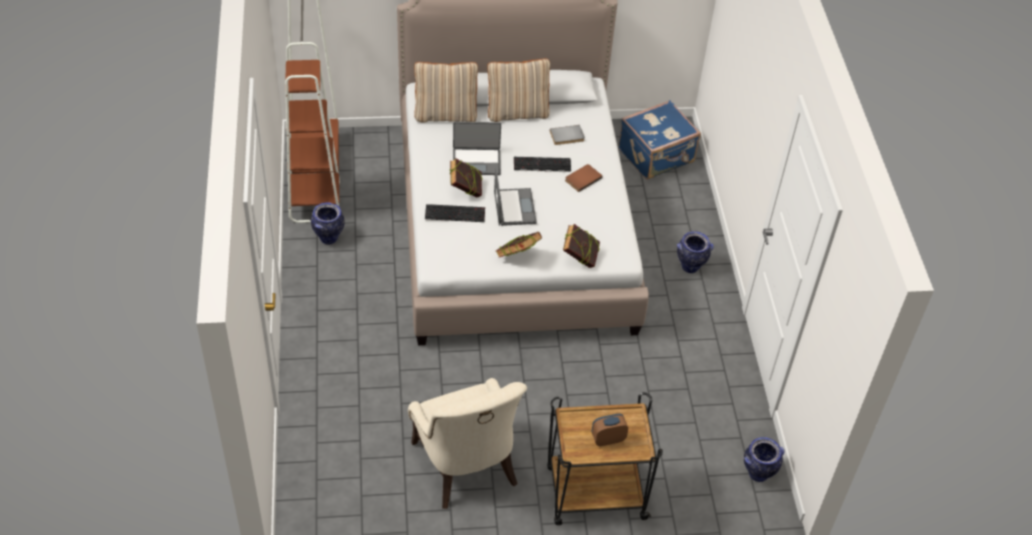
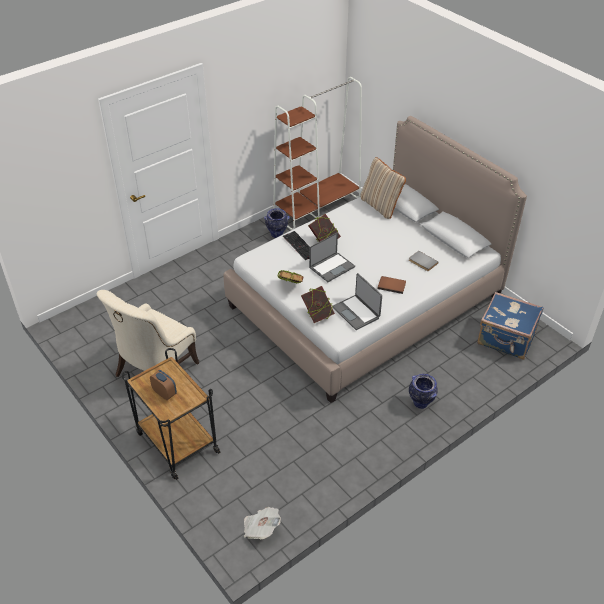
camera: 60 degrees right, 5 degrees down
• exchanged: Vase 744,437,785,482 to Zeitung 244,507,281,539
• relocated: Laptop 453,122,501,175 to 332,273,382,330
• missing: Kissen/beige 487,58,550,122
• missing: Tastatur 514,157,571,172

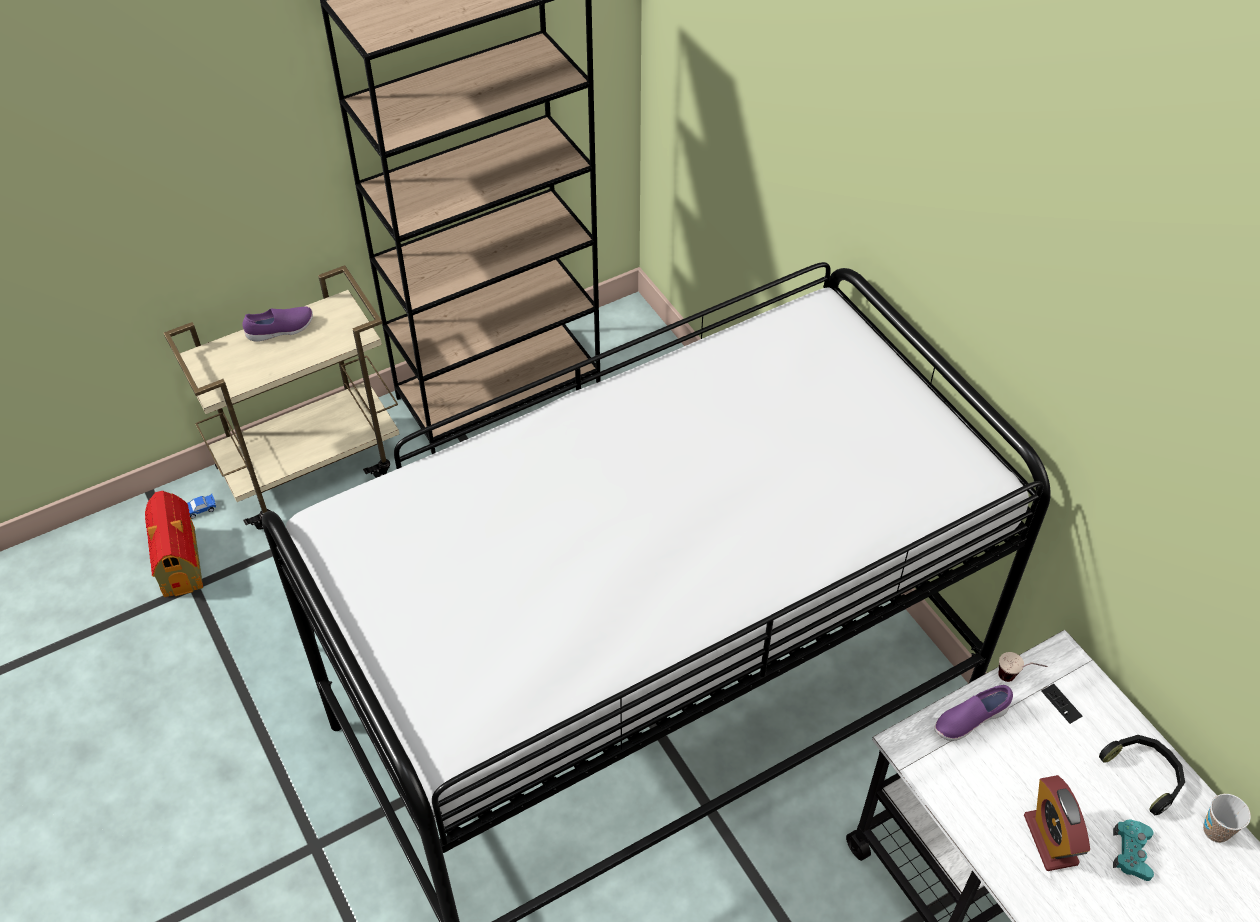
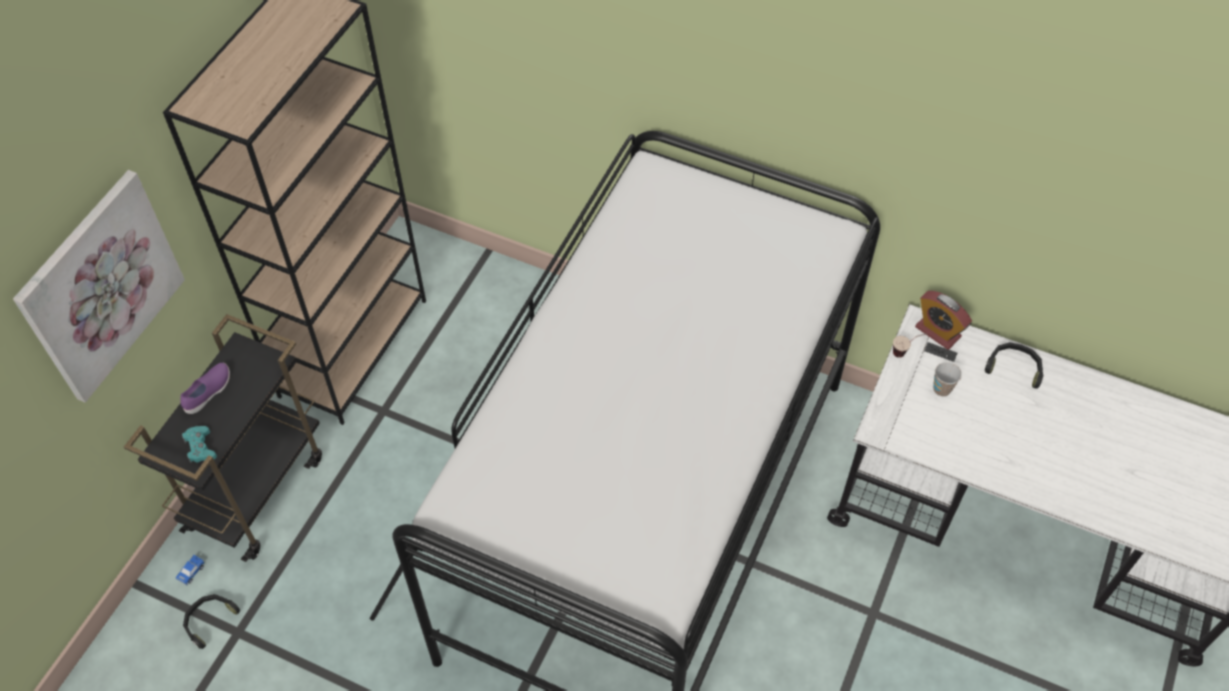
camera: 35 degrees left, 5 degrees up
• appeared: Bild 13,170,185,403
• colour: Rollwagen/beige 164,265,399,530 to Rollwagen/schwarz 124,314,322,562
• relocated: Gamepad/türkis 1113,819,1154,881 to 182,426,217,463
• exchanged: Spielzeughaus 145,491,203,597 to Kopfhörer/schwarz 183,594,240,649
• relocated: Wecker 1024,775,1090,871 to 915,291,972,350
• relocated: Tasse 1203,794,1251,843 to 933,362,962,396
• missing: Schuh/lila 934,685,1013,741

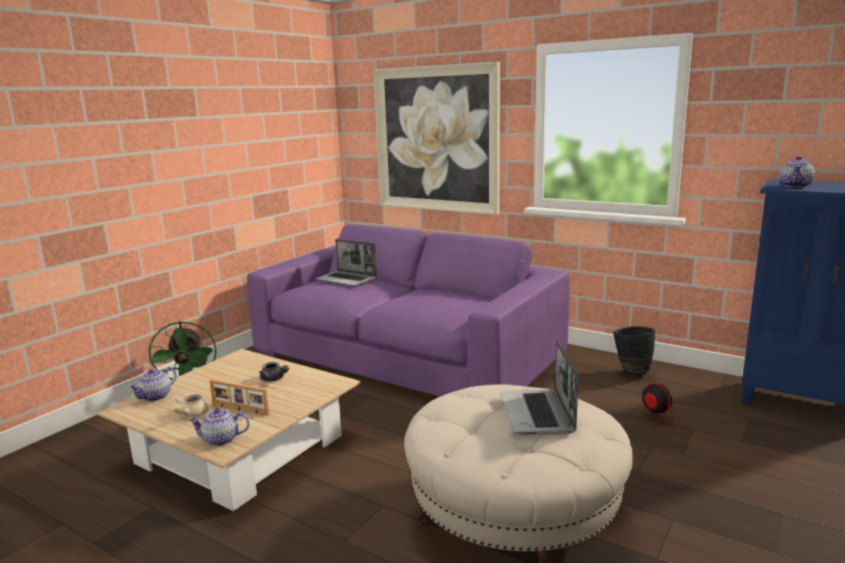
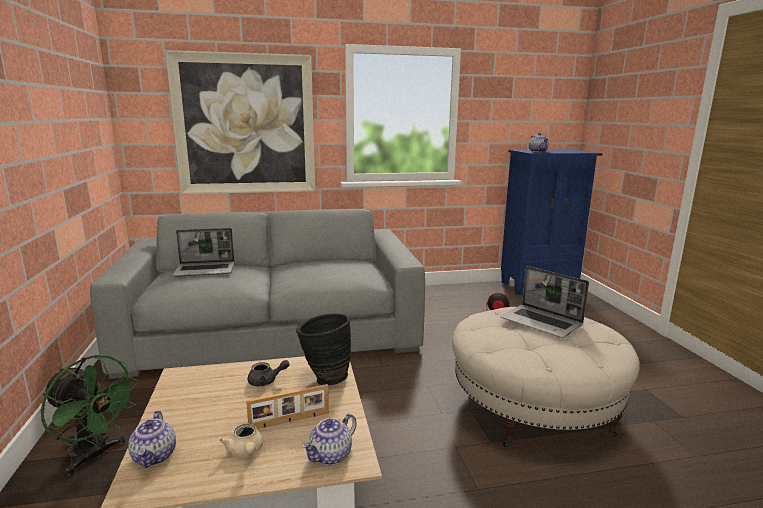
camera: 45 degrees left, 0 degrees up
• colour: Sofa/lila 247,224,570,397 to Sofa/grau 90,209,425,379
• relocated: Vase/schwarz 613,326,655,377 to 296,313,351,386

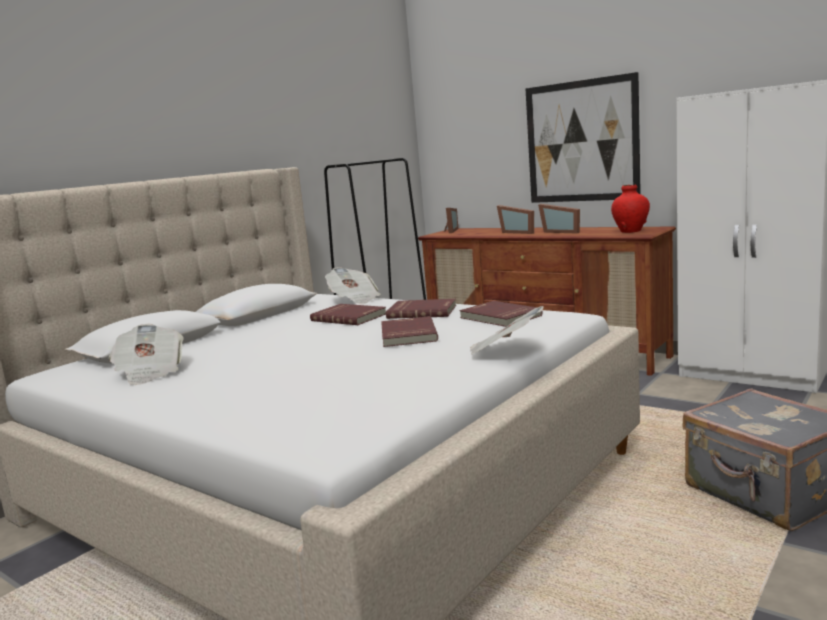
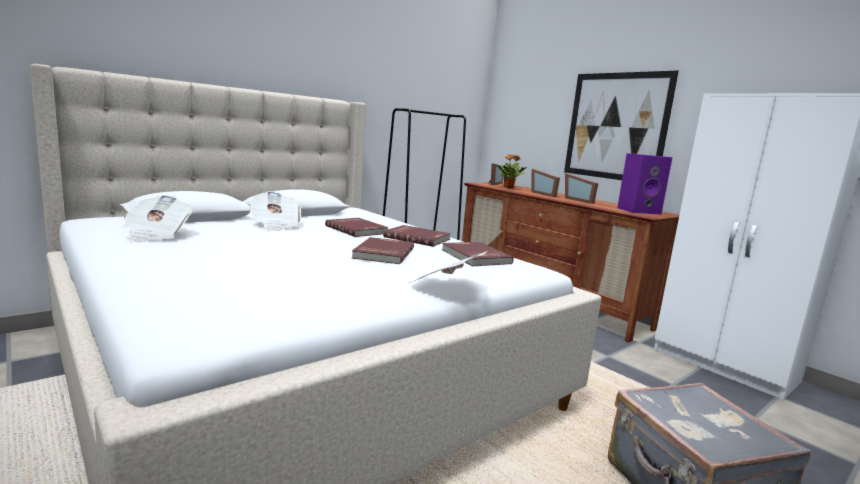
camera: 10 degrees right, 0 degrees up
• relocated: Zeitung 325,267,381,304 to 248,191,301,231
• appeared: Topfpflanze 497,154,527,189
• exchanged: Vase/rot 611,185,650,233 to Lautsprecher/lila 617,153,673,215

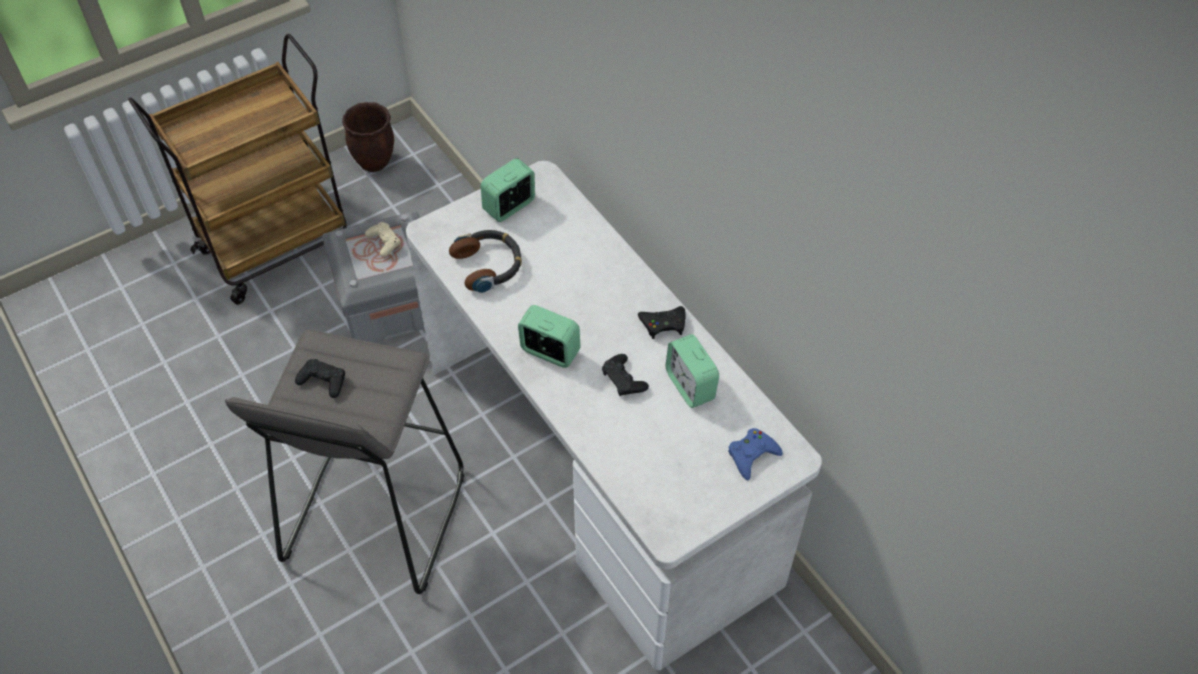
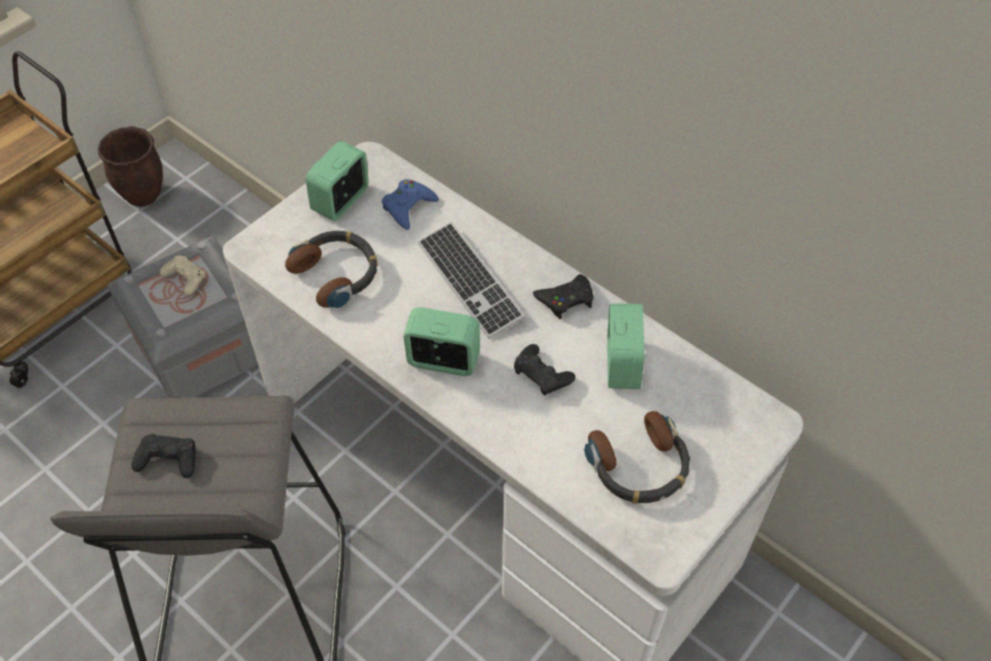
camera: 15 degrees left, 0 degrees up
• relocated: Gamepad/blau 728,428,783,480 to 382,179,439,230
• appeared: Tastatur 418,222,525,339
• appeared: Kopfhörer 584,411,690,504
• spun: Wecker 666,334,719,408 = 607,304,644,389 135 degrees counterclockwise

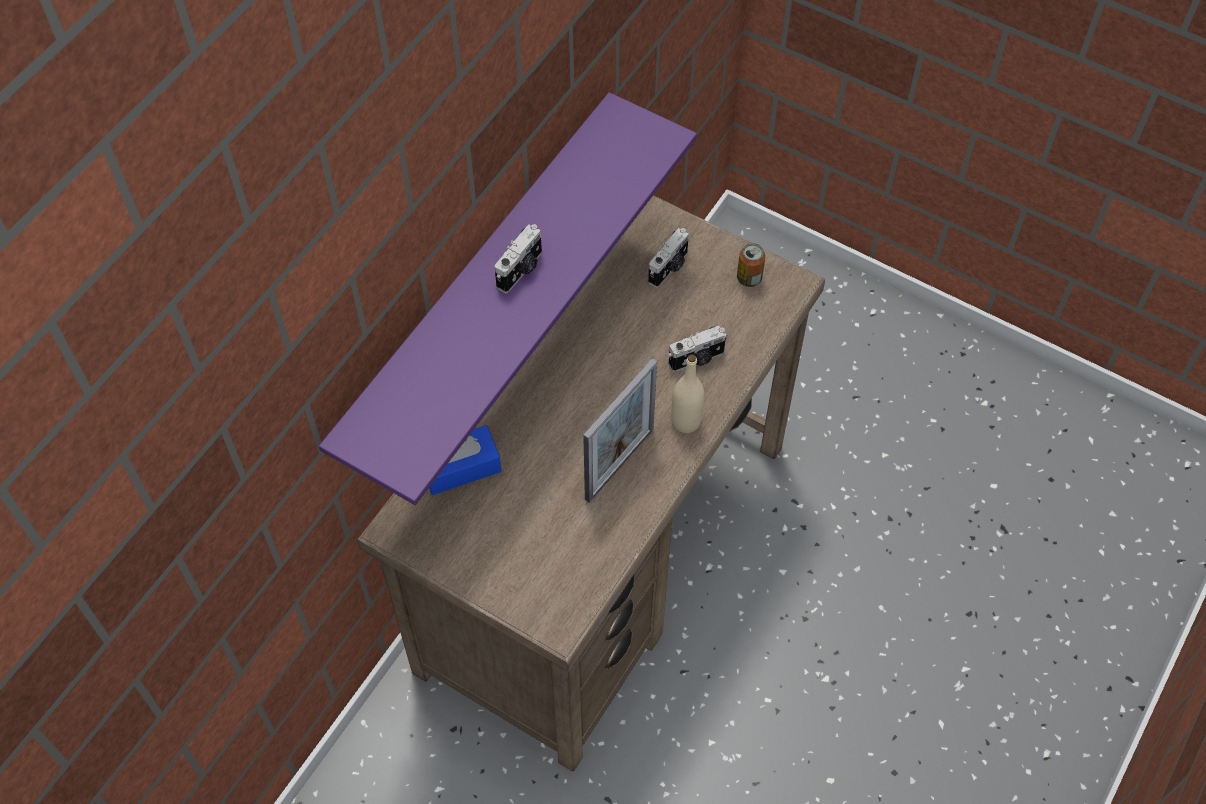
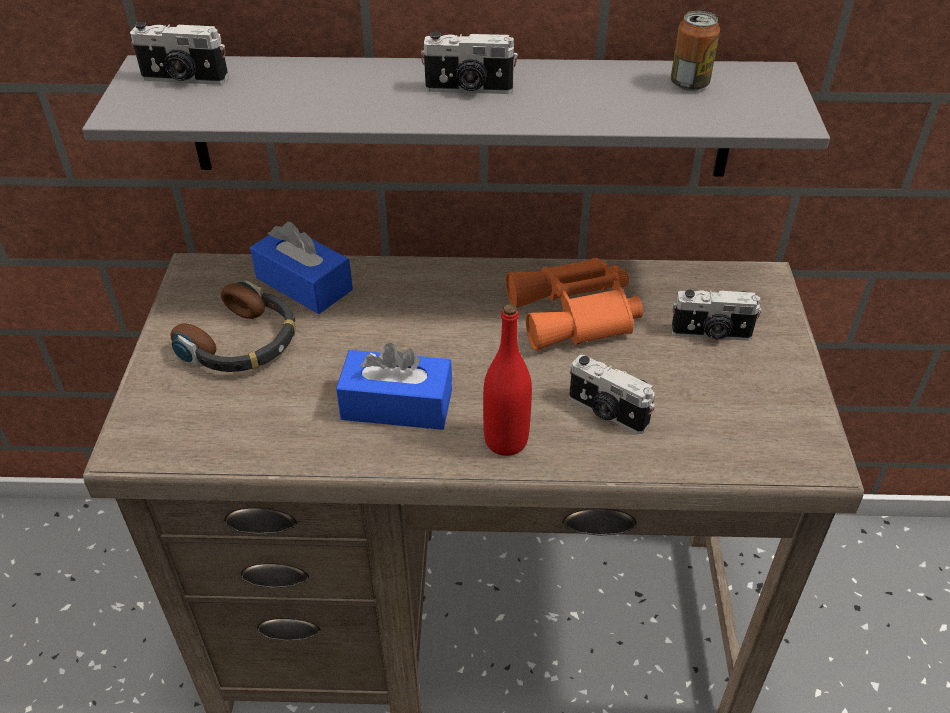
camera: 60 degrees right, 15 degrees down
• colour: Wandregal/lila 319,92,697,505 to Wandregal/grau 82,55,830,176
• appeared: Kamera 130,21,229,85
• appeared: Kopfhörer 171,280,296,372
• exchanged: Bilderrahmen 583,358,657,503 to Taschentuchbox/blau 336,343,452,430
• colour: Flasche/beige 671,354,704,433 to Flasche/rot 483,304,532,456
• appeared: Fernglas/orange 506,257,643,351
• relocated: Dose 737,243,766,287 to 671,11,720,91

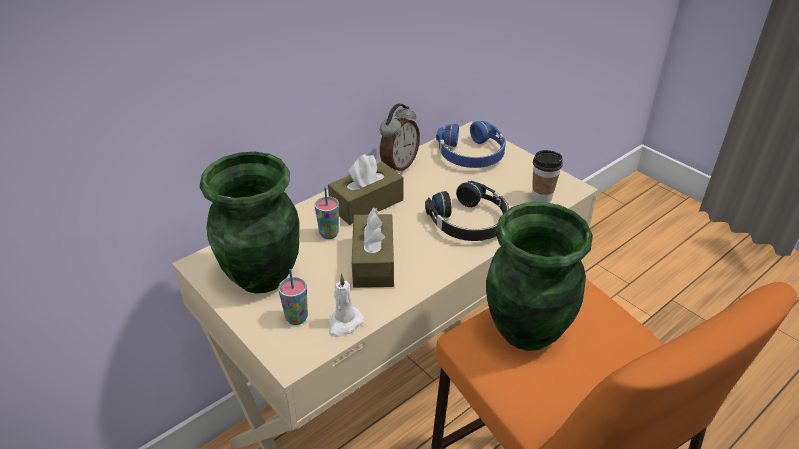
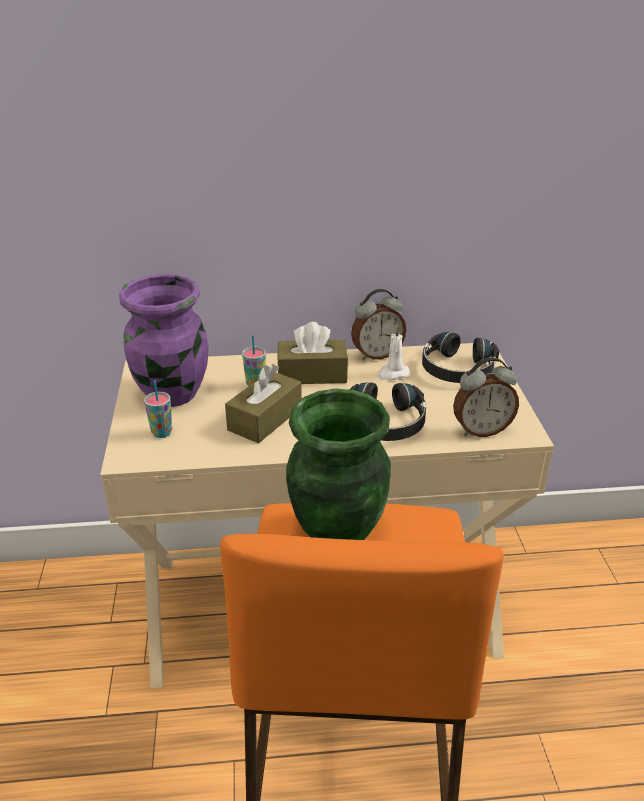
camera: 35 degrees right, 5 degrees down
• colour: Vase/grün 200,152,299,294 to Vase/lila 119,274,208,407
• relocated: Kerze/weiß 327,274,364,337 to 377,325,410,380
• colour: Kopfhörer/blau 436,121,506,168 to Kopfhörer/schwarz 422,332,499,383
• exchanged: Tasse 532,150,563,203 to Wecker 453,357,519,437

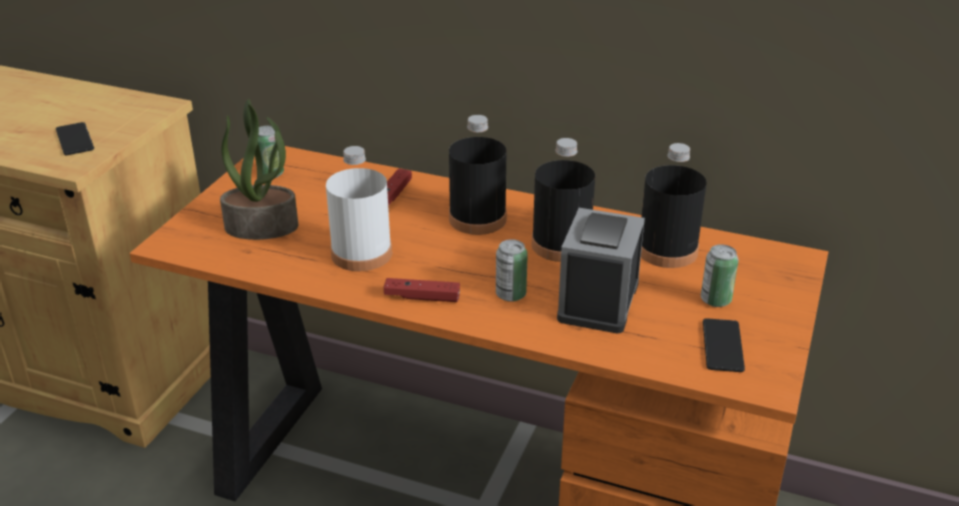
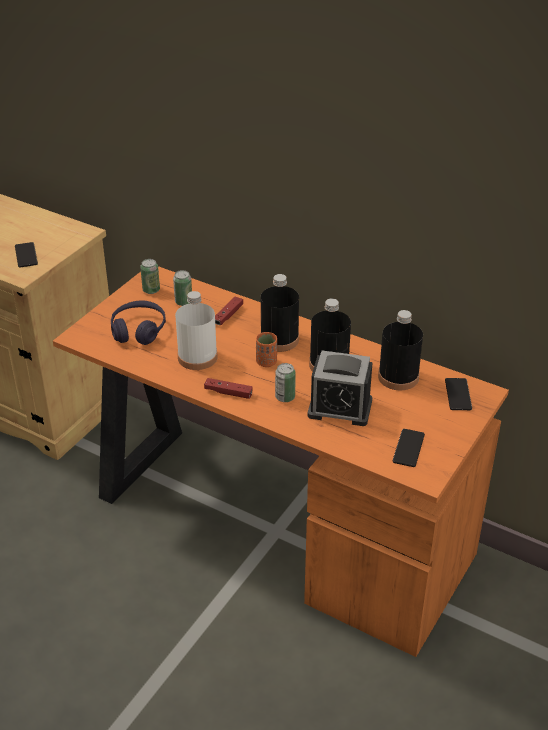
camera: 10 degrees right, 5 degrees up
• exchanged: Topfpflanze 220,99,298,240 to Kopfhörer/lila 111,300,166,345
• relocated: Dose 701,244,739,307 to 173,270,192,306
• appeared: Tasse/orange 256,332,277,367
• spun: Wecker 557,208,645,333 = 307,350,373,426 105 degrees counterclockwise
• appeared: Handy 445,378,472,410

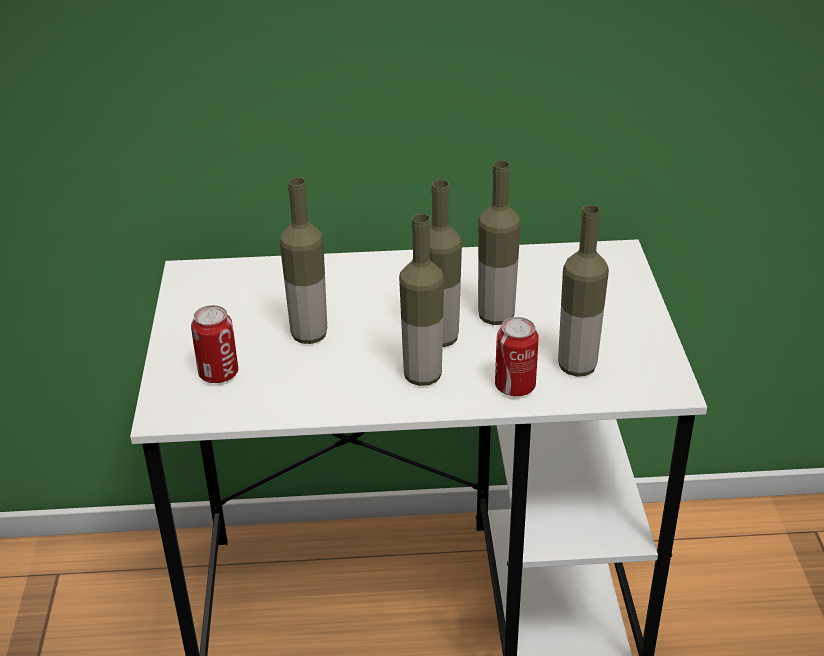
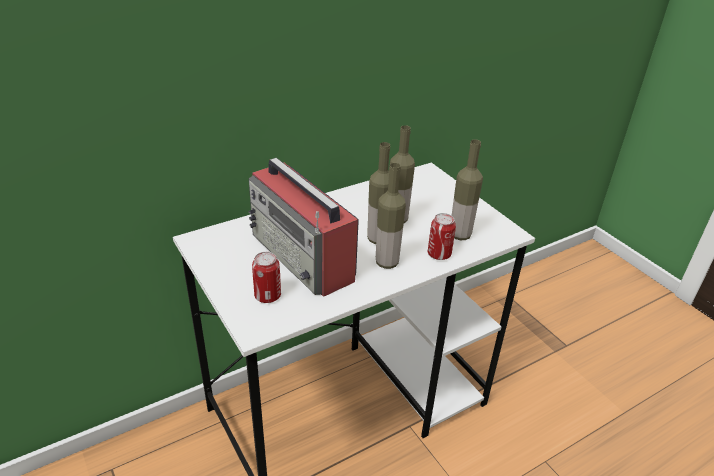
camera: 30 degrees left, 0 degrees up
• exchanged: Flasche 280,177,327,344 to Radio 248,158,359,297

